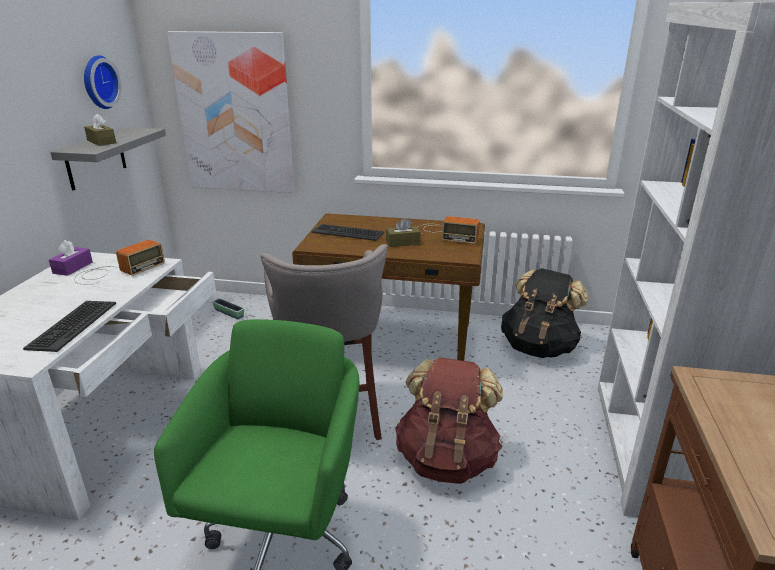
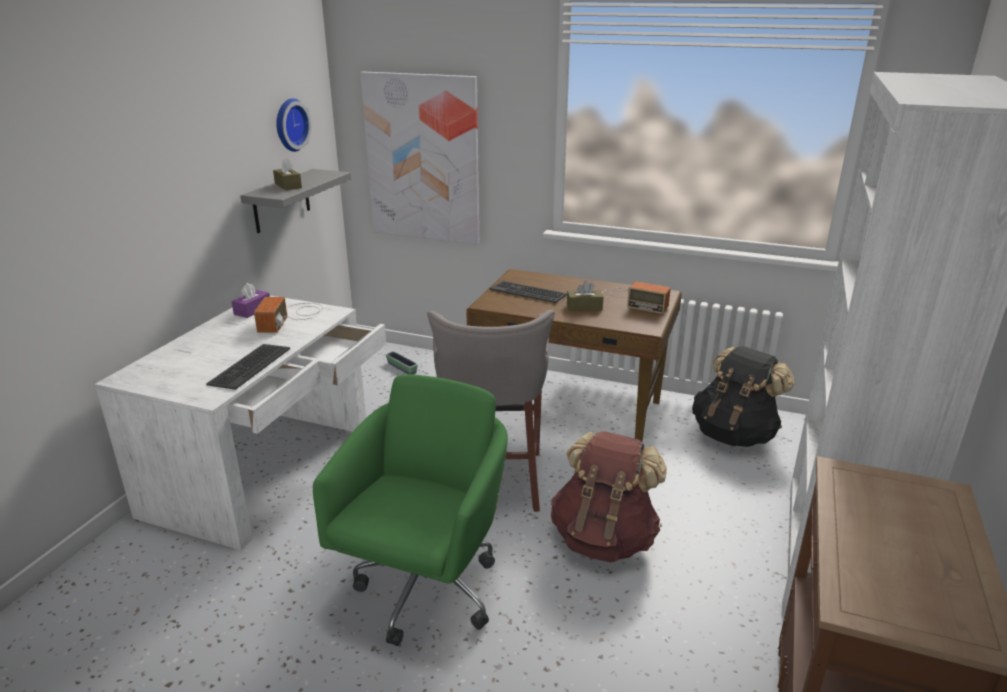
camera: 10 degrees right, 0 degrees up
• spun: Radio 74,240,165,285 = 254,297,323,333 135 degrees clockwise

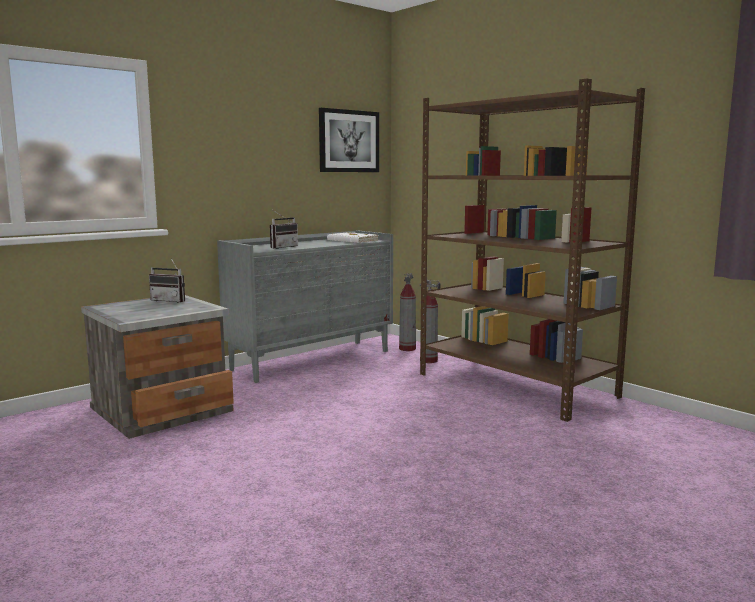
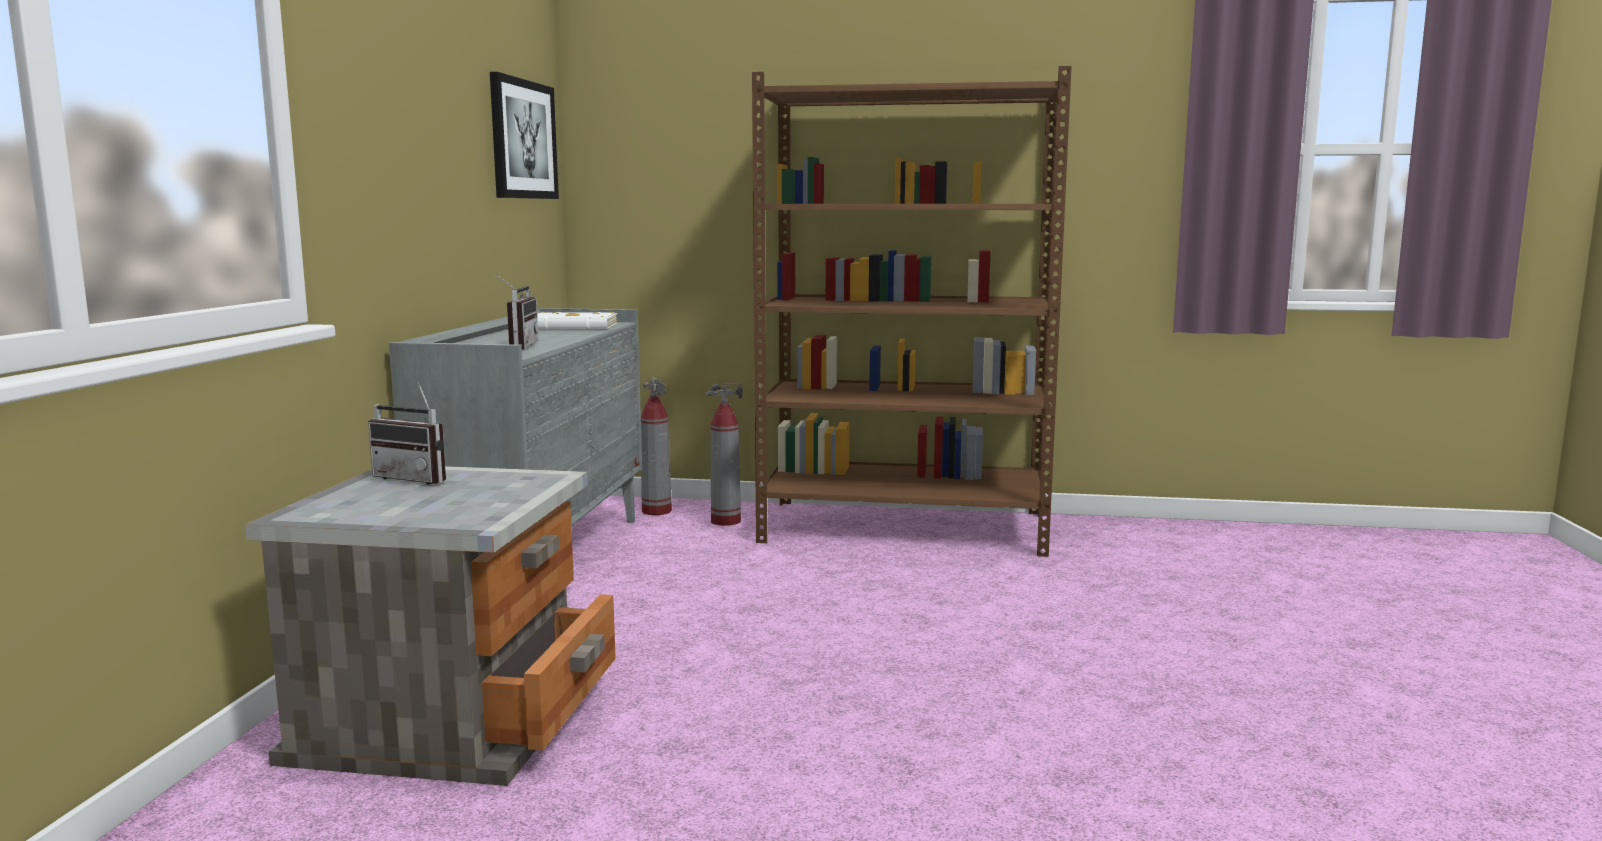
camera: 40 degrees left, 0 degrees up
• spun: Radio 149,257,185,303 = 368,382,446,485 45 degrees clockwise

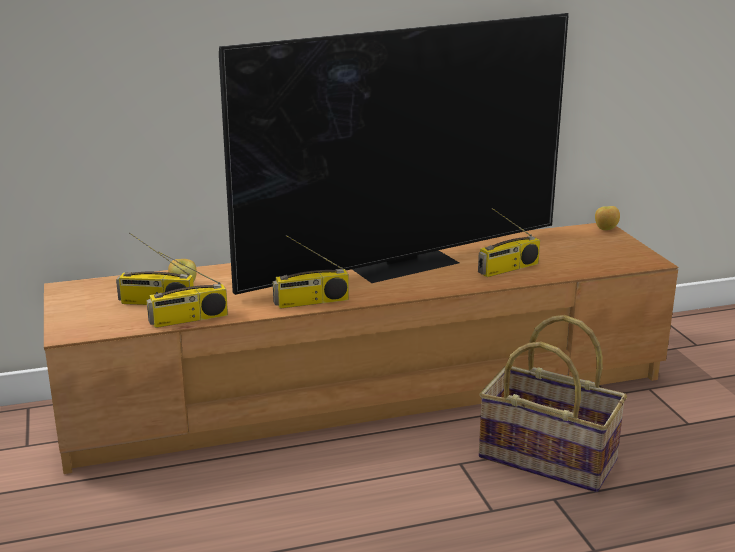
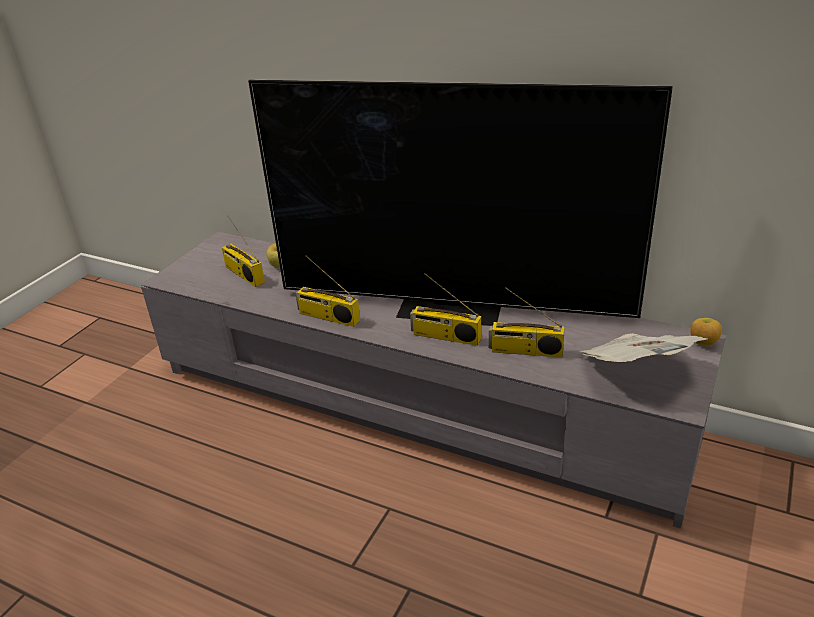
camera: 45 degrees right, 10 degrees up
• colour: Fernsehschrank/braun 44,223,678,474 to Fernsehschrank/grau 141,232,726,529
• relocated: Radio 146,251,228,328 to 410,273,481,346
• appeared: Zeitung 580,333,707,362
• missing: Korb 479,315,627,492

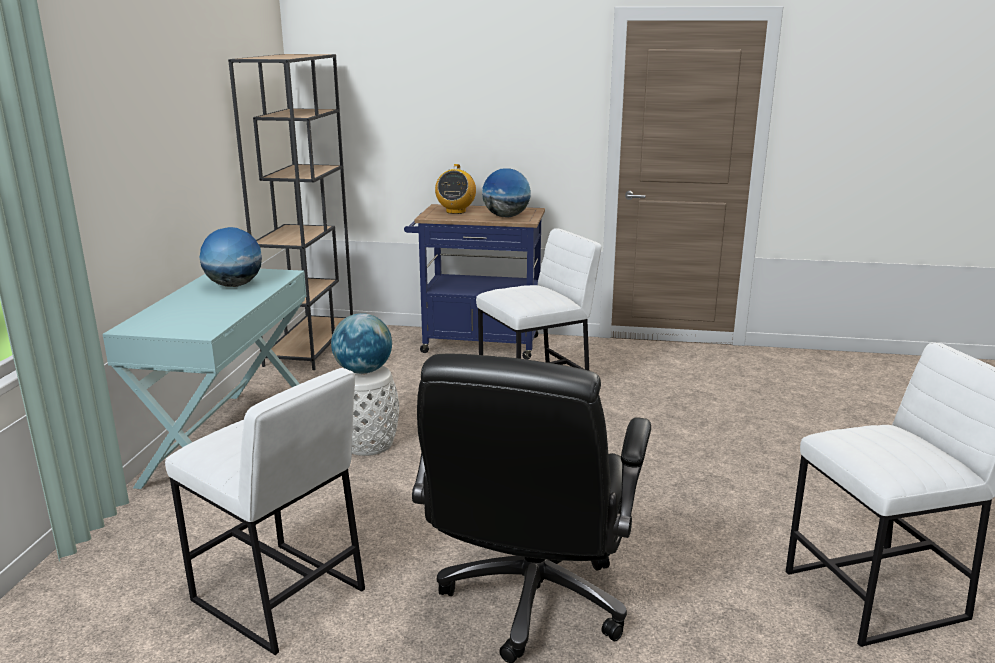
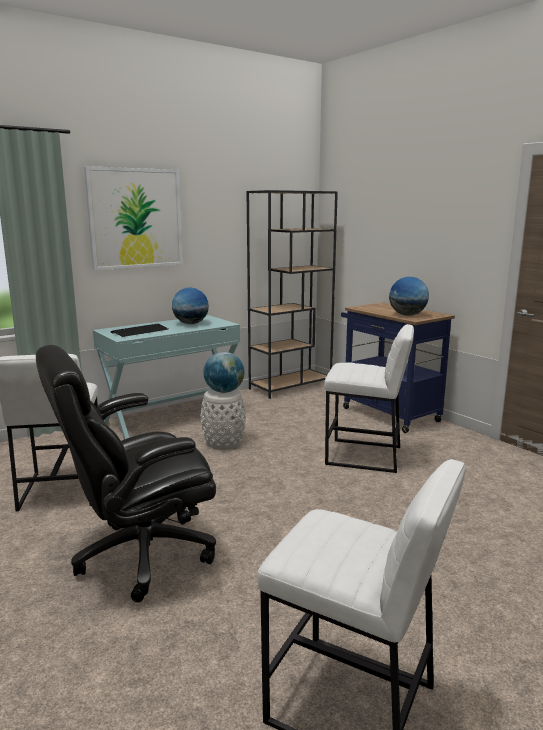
camera: 45 degrees right, 5 degrees down
• appeared: Bild 84,166,183,270
• appeared: Tastatur 111,324,168,337
• missing: Radio 435,164,476,214

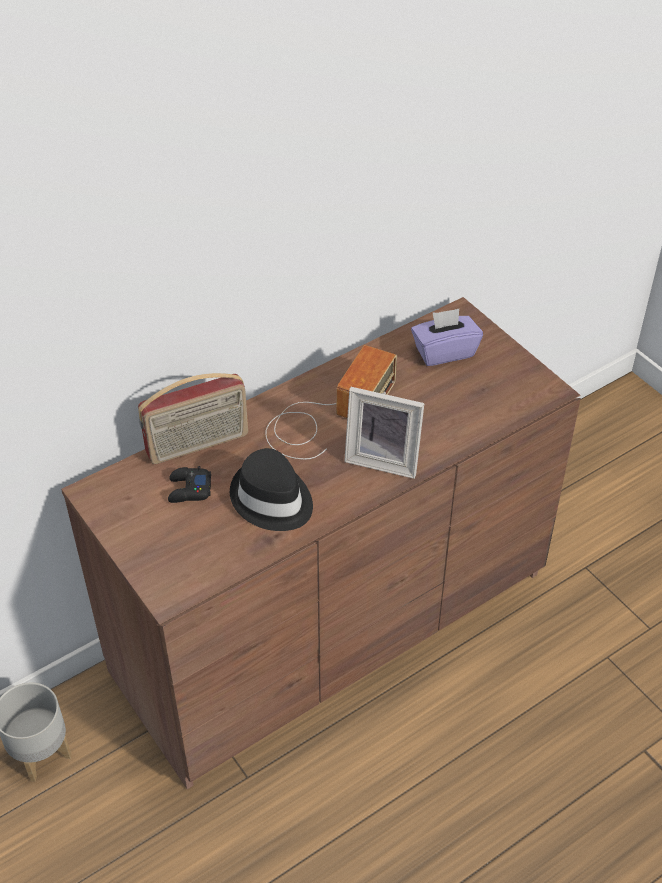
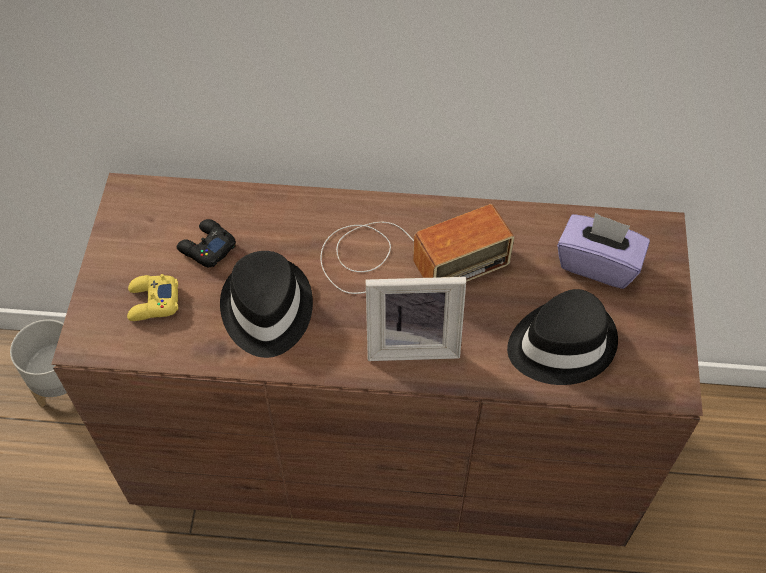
camera: 40 degrees right, 10 degrees up
• appeared: Gamepad/gelb 127,274,178,321
• spun: Bilderrahmen 344,387,424,479 = 366,277,466,361 60 degrees counterclockwise
• appeared: Hut/schwarz 507,289,618,385
• missing: Radio 138,373,248,464

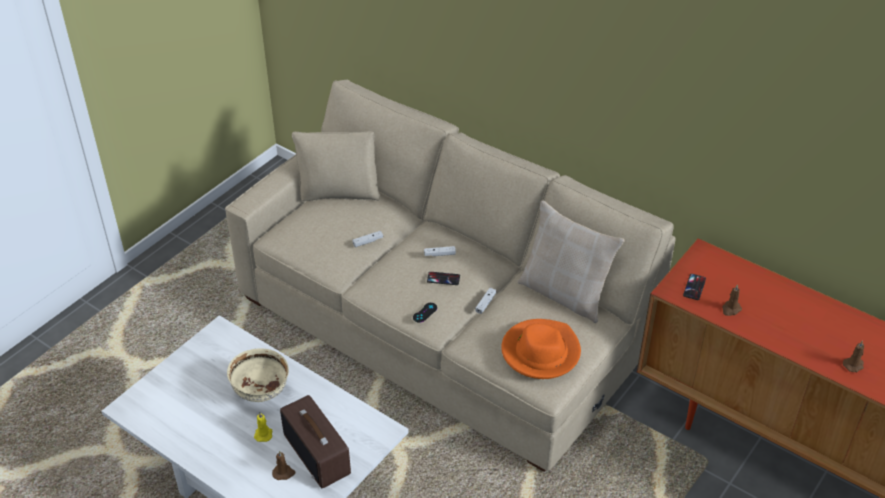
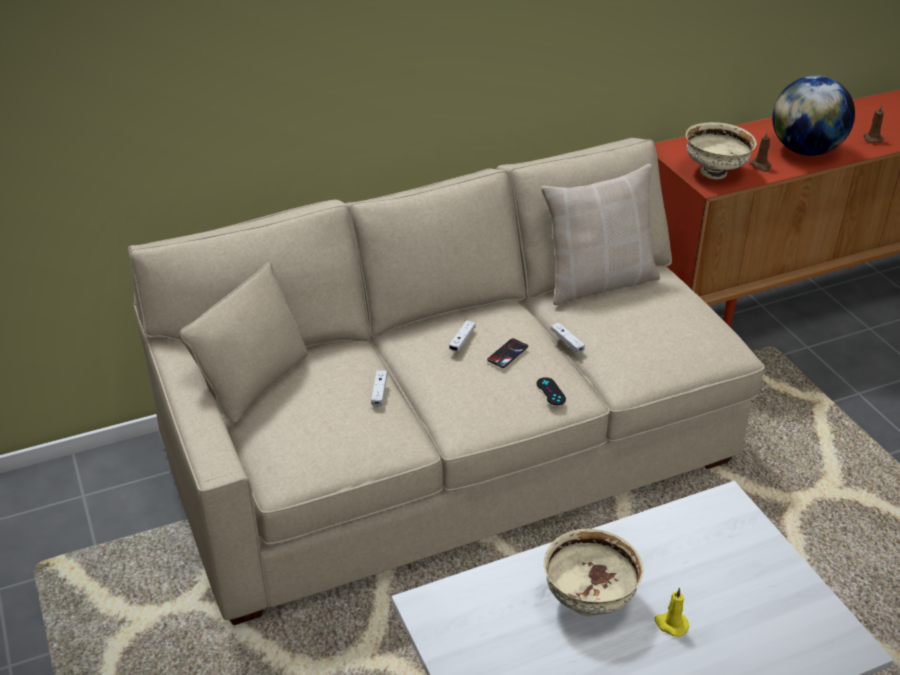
camera: 60 degrees left, 5 degrees down
• exchanged: Handy 683,274,706,300 to Schüssel/beige 686,122,756,179
• appeared: Globus 772,75,855,156
• missing: Kerze/braun 272,450,296,480
• missing: Radio 280,395,351,488
• missing: Hut/orange 501,319,581,379

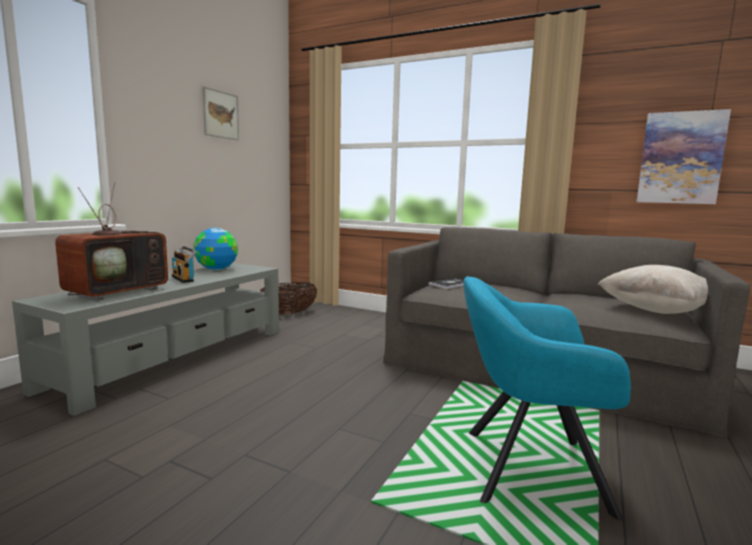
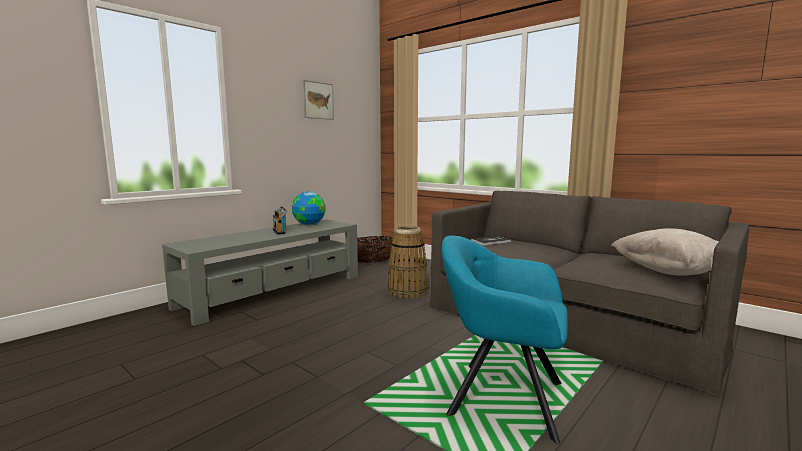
camera: 15 degrees right, 0 degrees up
• appeared: Korb 387,226,428,299
• missing: Fernseher 55,182,168,300
• missing: Bild 637,109,731,204

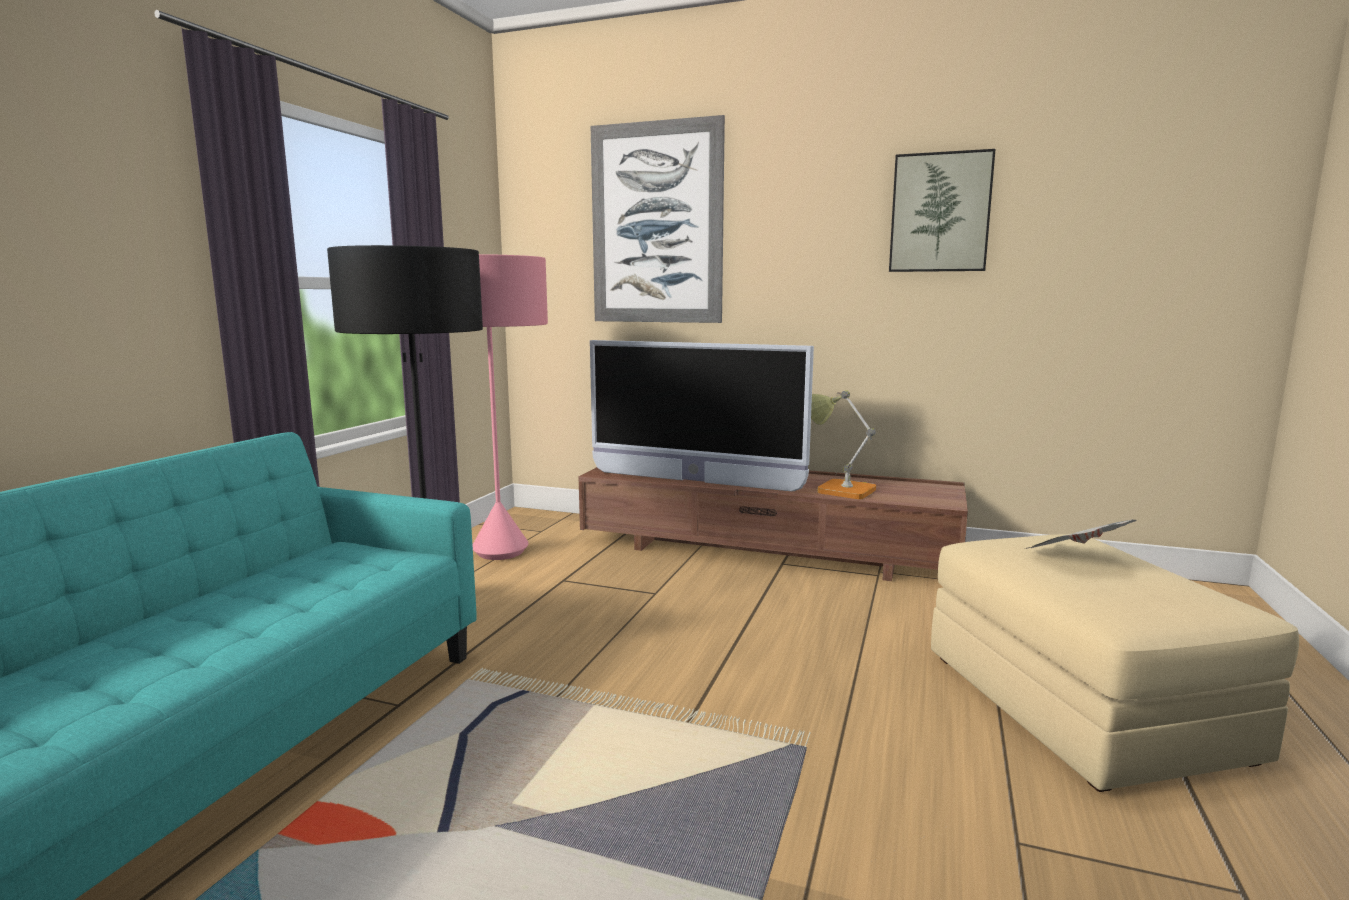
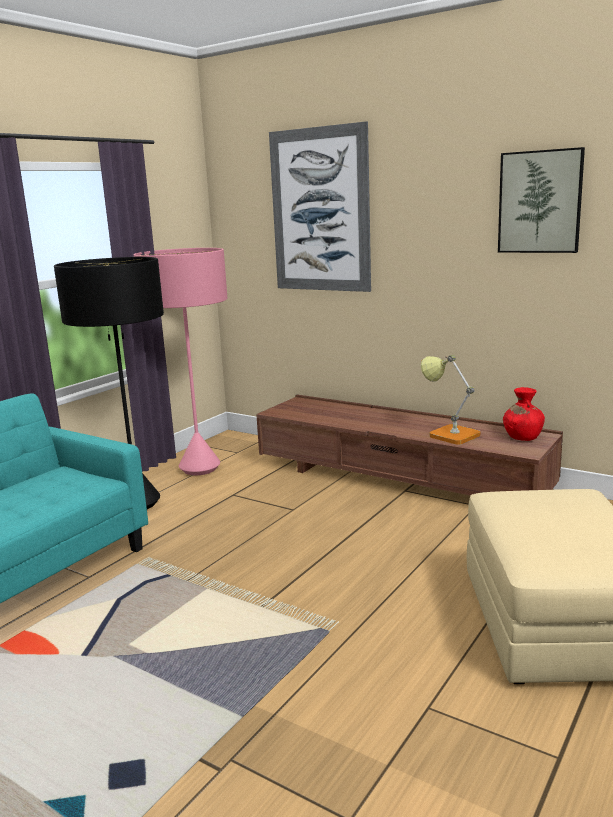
camera: 15 degrees right, 5 degrees up
• appeared: Vase/rot 503,387,545,441
• missing: Fernseher 590,340,814,492
• missing: Zeitung 1025,519,1137,549

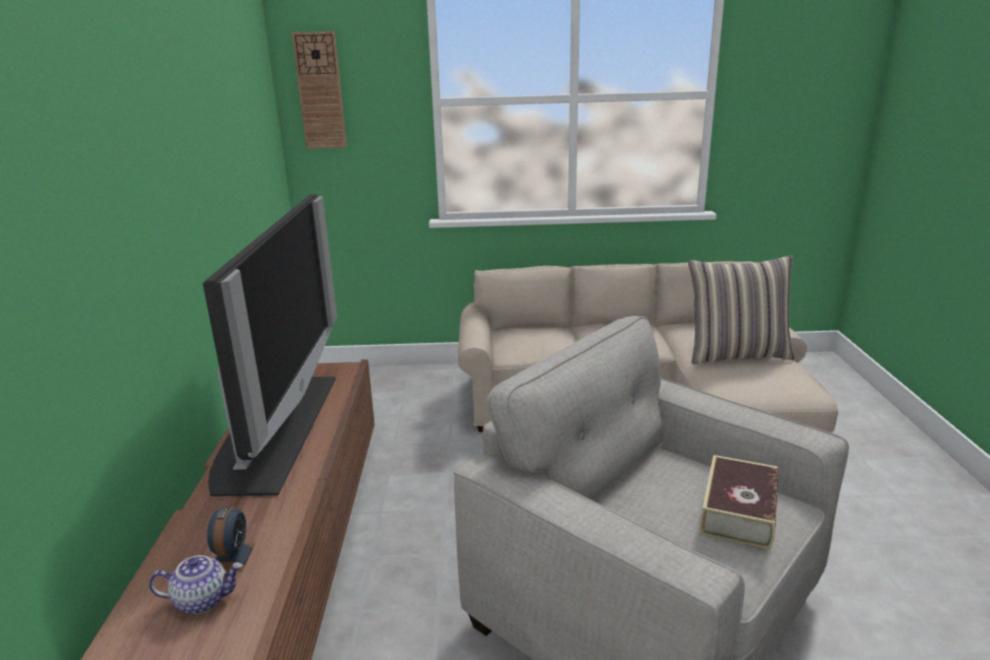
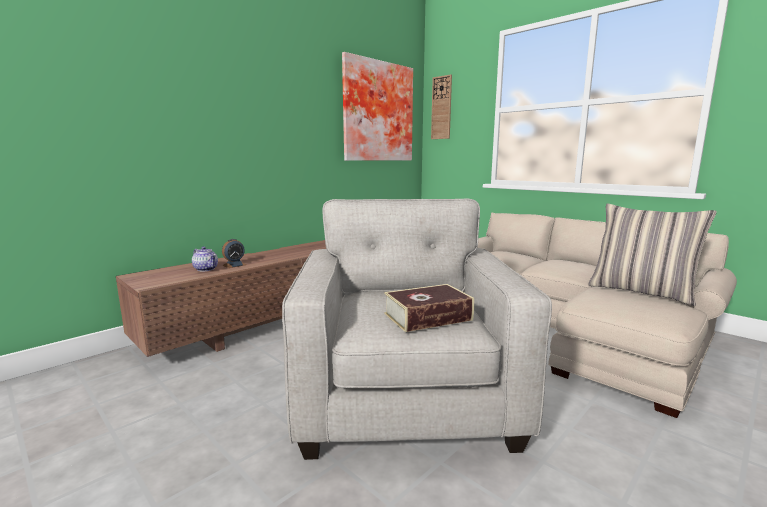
camera: 45 degrees right, 10 degrees down
• appeared: Bild 342,52,413,161
• missing: Fernseher 203,194,337,496

